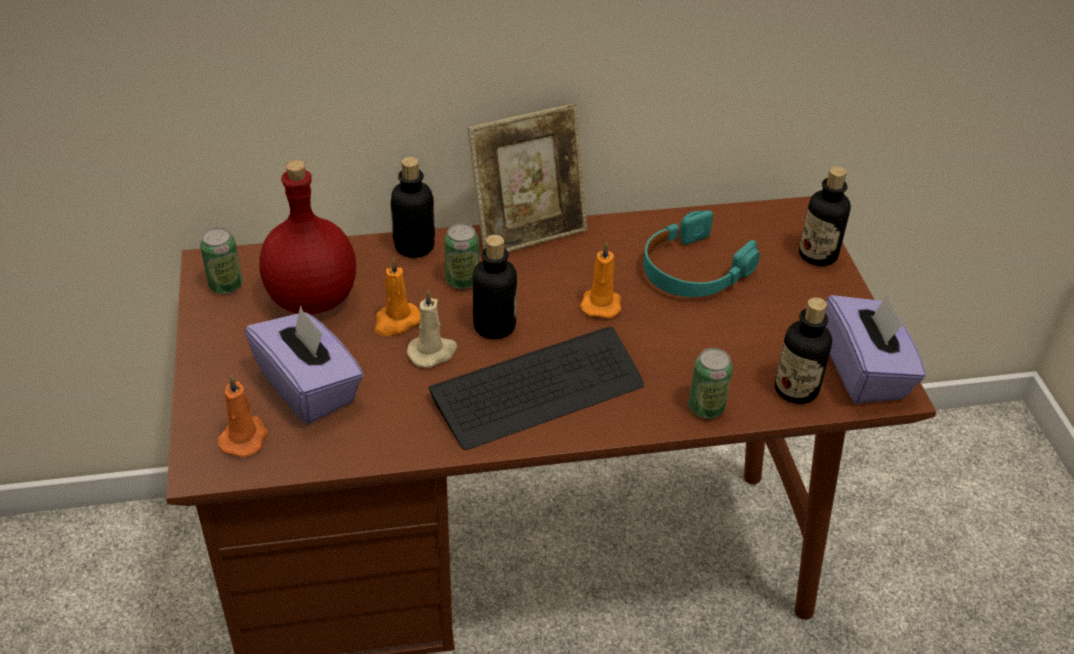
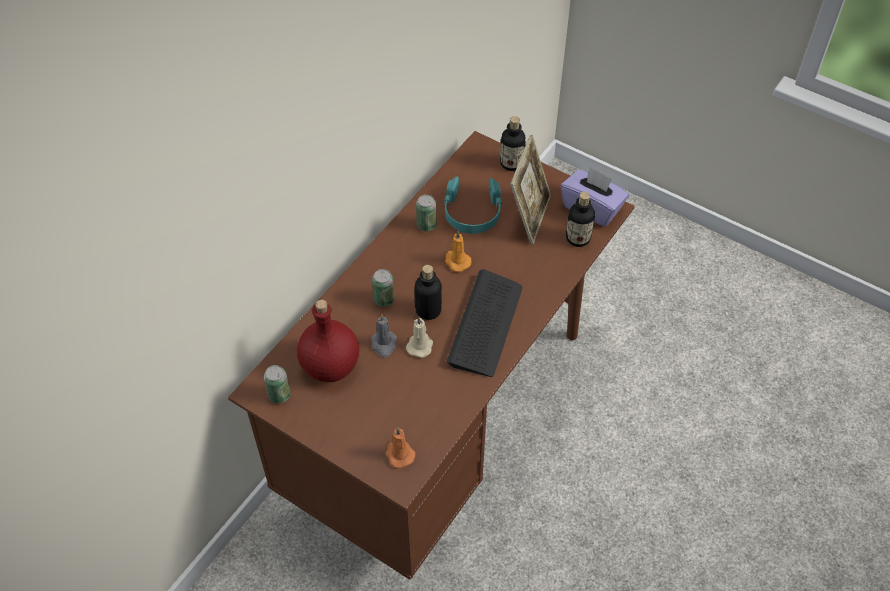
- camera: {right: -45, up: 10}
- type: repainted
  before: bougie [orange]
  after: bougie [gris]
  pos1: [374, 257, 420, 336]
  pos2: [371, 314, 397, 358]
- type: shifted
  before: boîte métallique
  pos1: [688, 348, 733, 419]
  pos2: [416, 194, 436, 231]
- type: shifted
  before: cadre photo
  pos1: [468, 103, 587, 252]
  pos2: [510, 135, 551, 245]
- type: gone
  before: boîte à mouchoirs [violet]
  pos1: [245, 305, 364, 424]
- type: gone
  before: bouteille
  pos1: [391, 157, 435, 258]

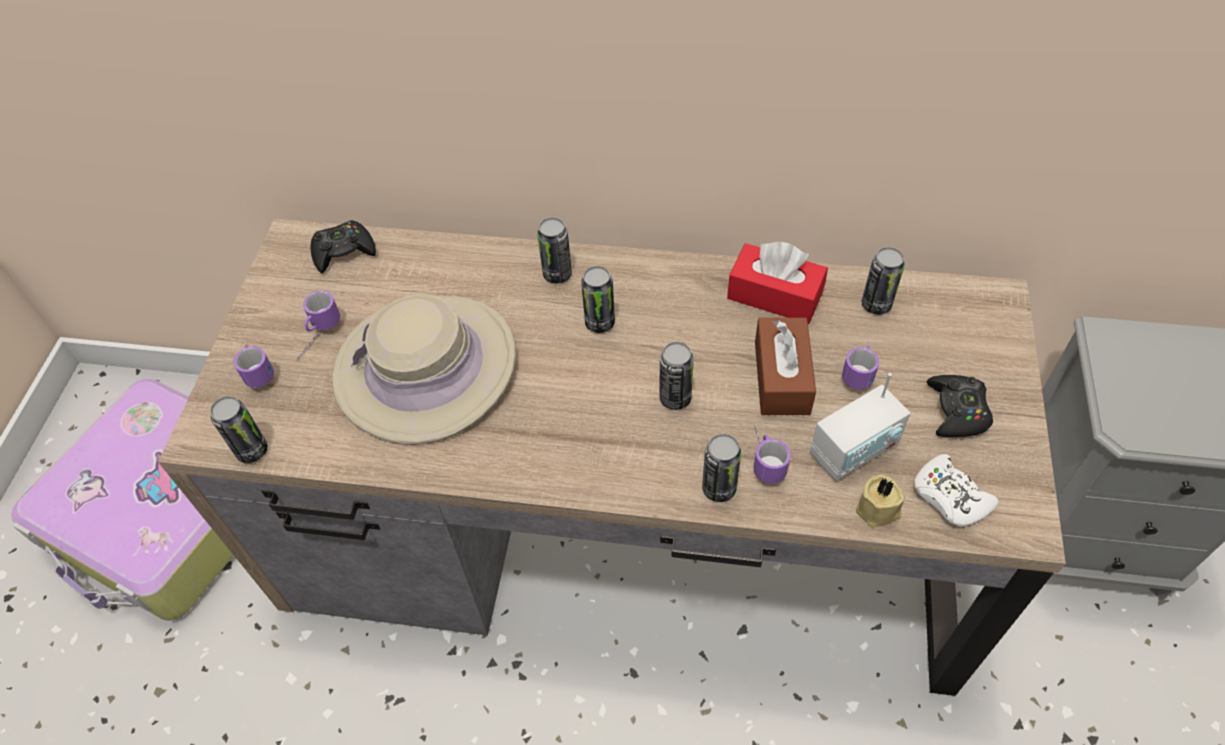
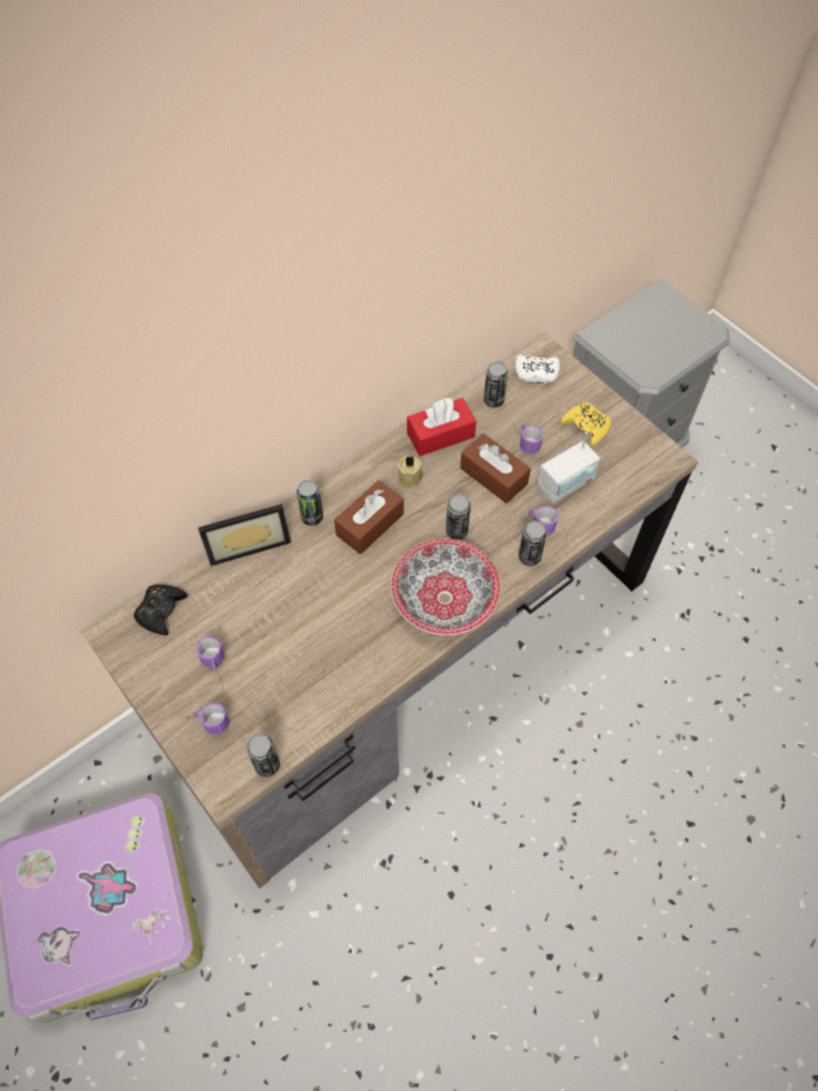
- camera: {right: -50, up: 5}
- type: new
  after: cadre photo
  pos2: [198, 504, 291, 566]
- type: swapped
  before: boîte métallique
  after: boîte à mouchoirs [marron]
  pos1: [581, 266, 615, 333]
  pos2: [334, 480, 404, 554]
- type: new
  after: bol
  pos2: [391, 538, 501, 635]
- type: shifted
  before: bougie [beige]
  pos1: [856, 475, 905, 528]
  pos2: [398, 456, 424, 488]
- type: shifted
  before: manette [blanc]
  pos1: [914, 454, 999, 527]
  pos2: [515, 355, 560, 383]
- type: rotated
  before: radio
  pos1: [810, 373, 911, 481]
  pos2: [537, 432, 600, 504]
  turn: 45
- type: repainted
  before: manette [noir]
  after: manette [jaune]
  pos1: [927, 375, 993, 437]
  pos2: [560, 402, 611, 446]
- type: gone
  before: chapeau [beige]
  pos1: [332, 294, 516, 445]

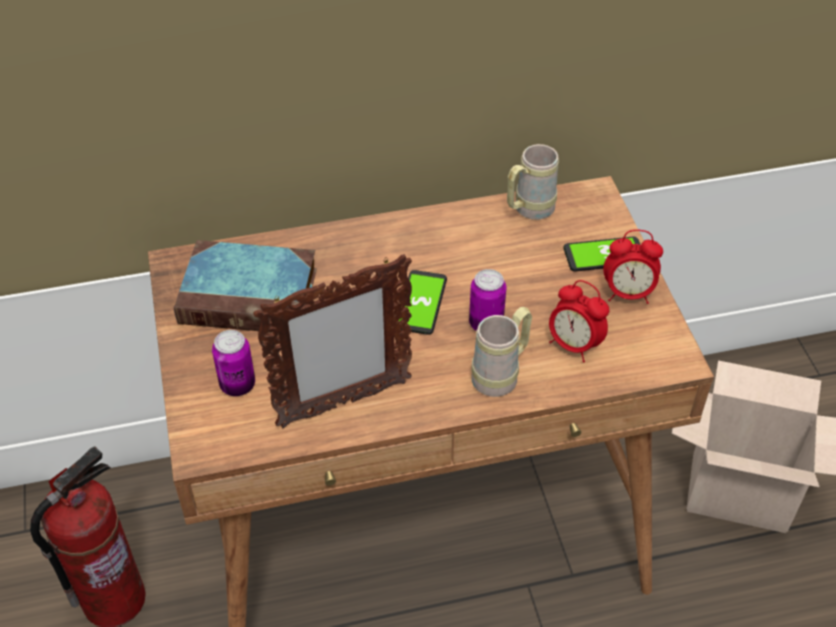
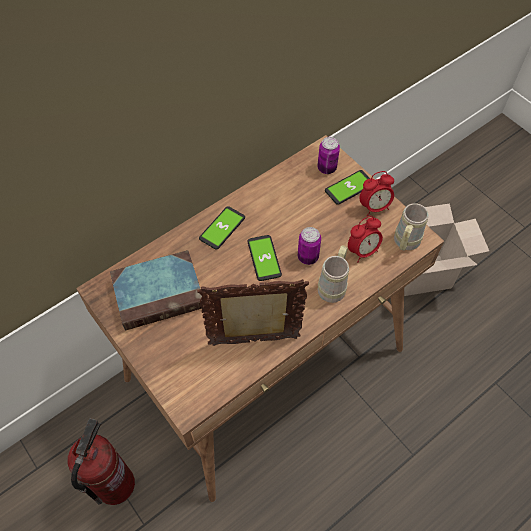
- camera: {right: -25, up: 10}
- type: rotated
  before: cadre photo
  pos1: [253, 254, 412, 428]
  pos2: [197, 279, 309, 346]
  turn: -135
- type: new
  after: téléphone
  pos2: [199, 206, 245, 250]
- type: shifted
  before: boîte métallique
  pos1: [212, 330, 255, 396]
  pos2: [317, 137, 340, 174]
- type: rotated
  before: réveil
  pos1: [549, 280, 609, 362]
  pos2: [348, 216, 383, 262]
  turn: -45
- type: shifted
  before: mug [beige]
  pos1: [507, 144, 559, 220]
  pos2: [394, 203, 429, 251]

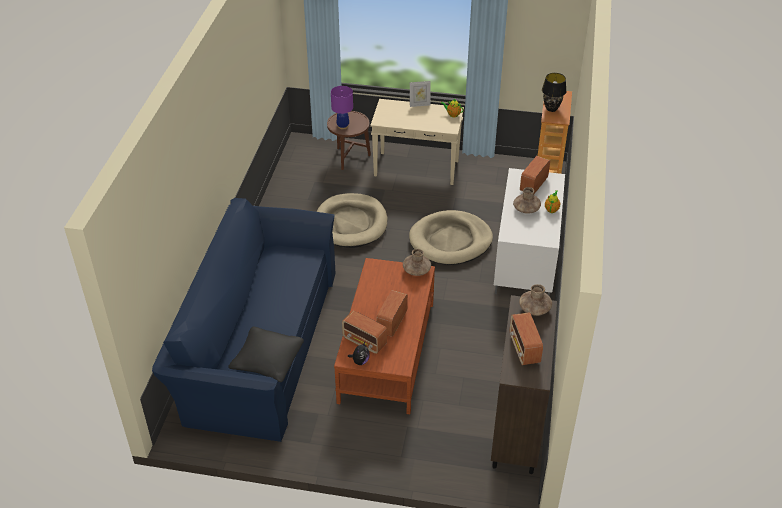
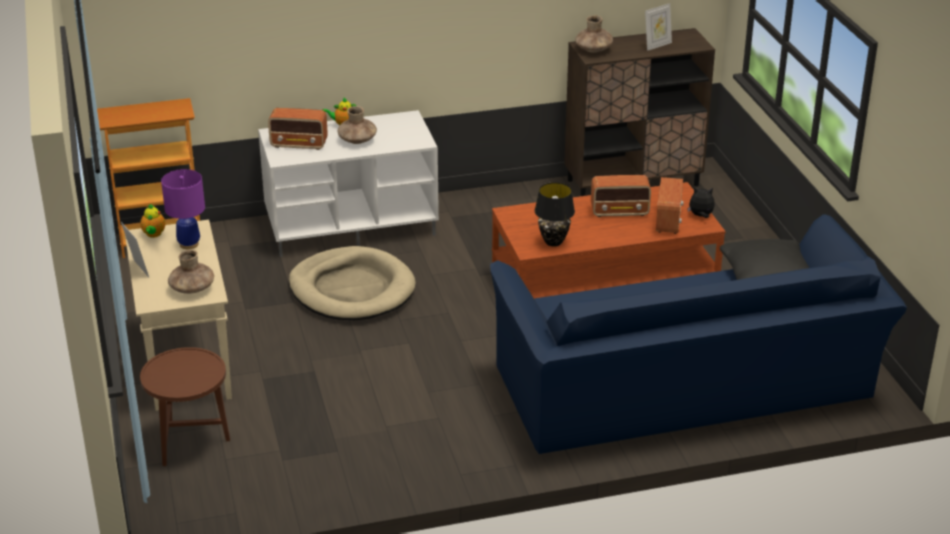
- camera: {right: -115, up: -10}
- type: shifted
  before: lampe de table [violet]
  pos1: [331, 86, 353, 129]
  pos2: [161, 169, 205, 249]
- type: shifted
  before: vase [marron]
  pos1: [403, 249, 431, 276]
  pos2: [168, 250, 214, 294]
- type: shifted
  before: lampe de table [noir]
  pos1: [542, 73, 567, 112]
  pos2: [535, 182, 575, 247]
- type: swapped
  before: radio
  after: cadre photo
  pos1: [510, 312, 543, 365]
  pos2: [645, 3, 672, 51]
- type: gone
  before: panier pour chien [beige]
  pos1: [316, 193, 388, 248]

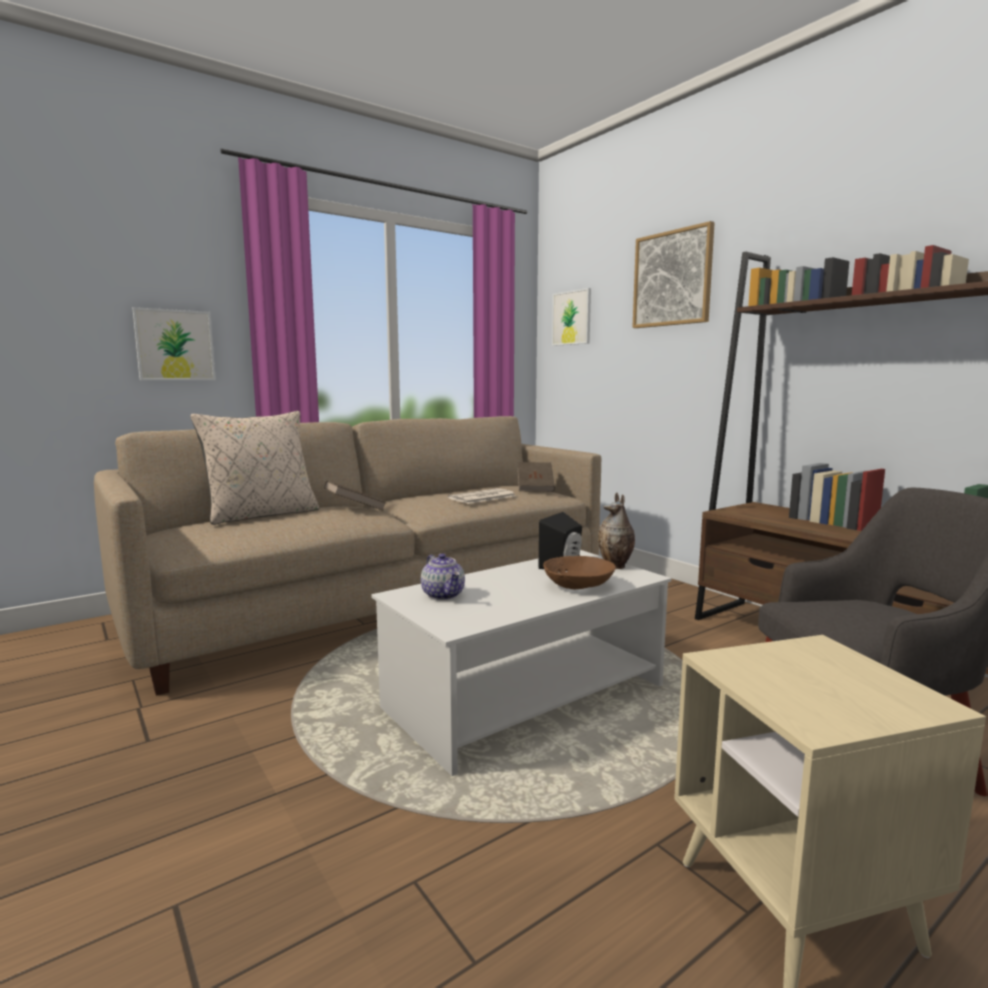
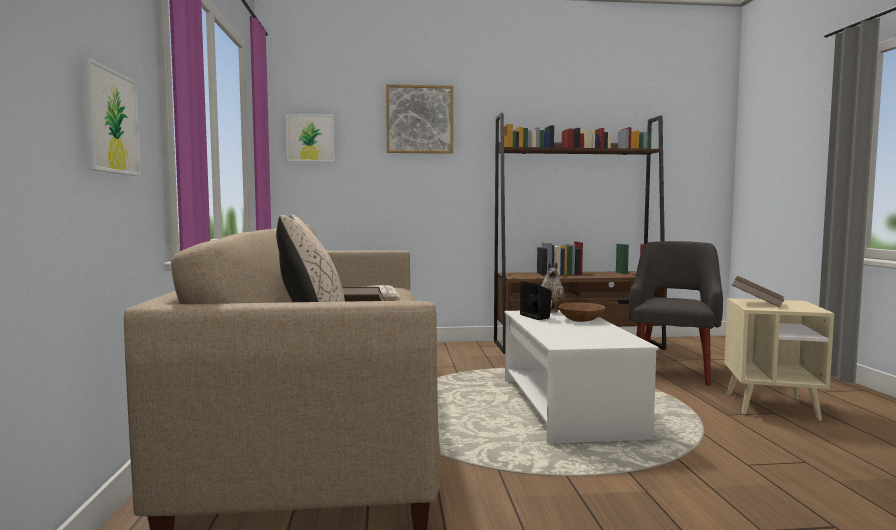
- camera: {right: -60, up: -5}
- type: shifted
  before: livre [marron]
  pos1: [518, 462, 555, 492]
  pos2: [732, 276, 784, 308]
- type: gone
  before: théière
  pos1: [421, 553, 465, 600]

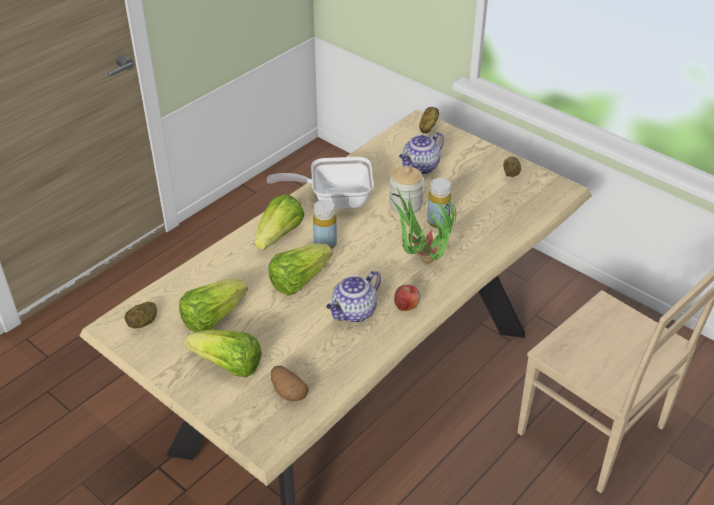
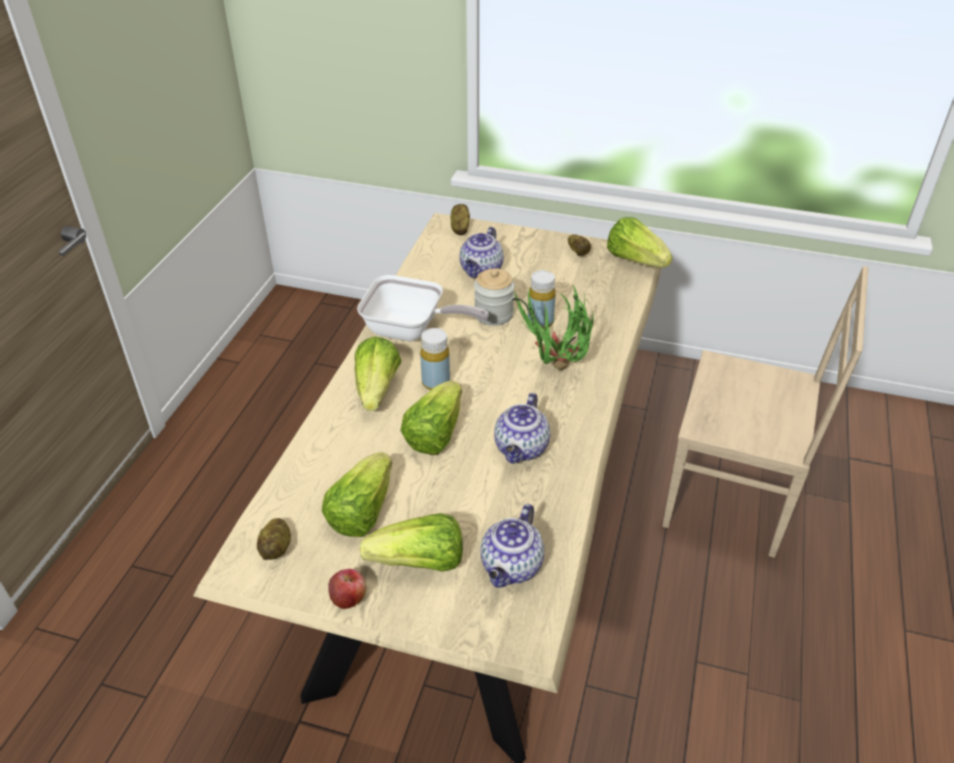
- camera: {right: -25, up: 0}
- type: shifted
  before: pomme
  pos1: [394, 285, 420, 311]
  pos2: [328, 569, 366, 609]
- type: rotated
  before: poêle
  pos1: [267, 157, 374, 209]
  pos2: [357, 275, 489, 342]
  turn: -135
- type: swapped
  before: pomme de terre
  after: théière
  pos1: [271, 366, 309, 401]
  pos2: [480, 504, 545, 588]
- type: new
  after: laitue
  pos2: [607, 217, 673, 268]

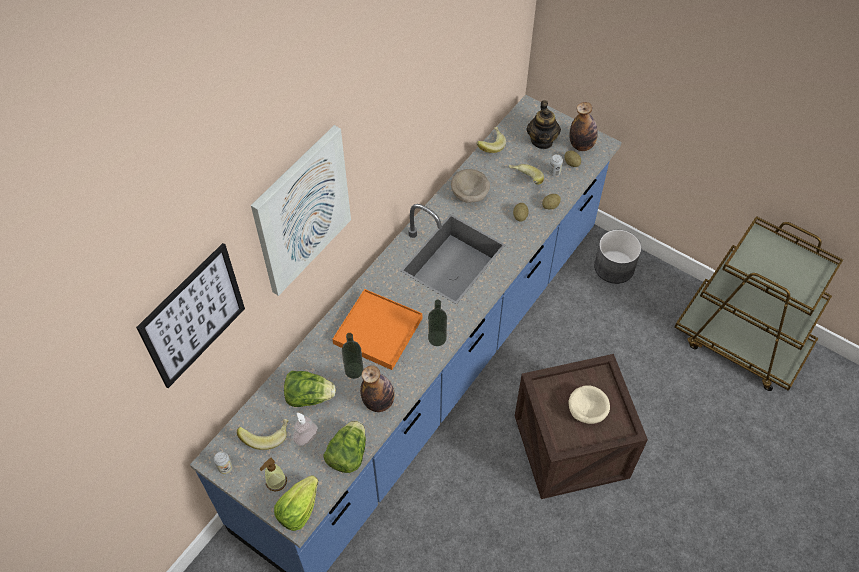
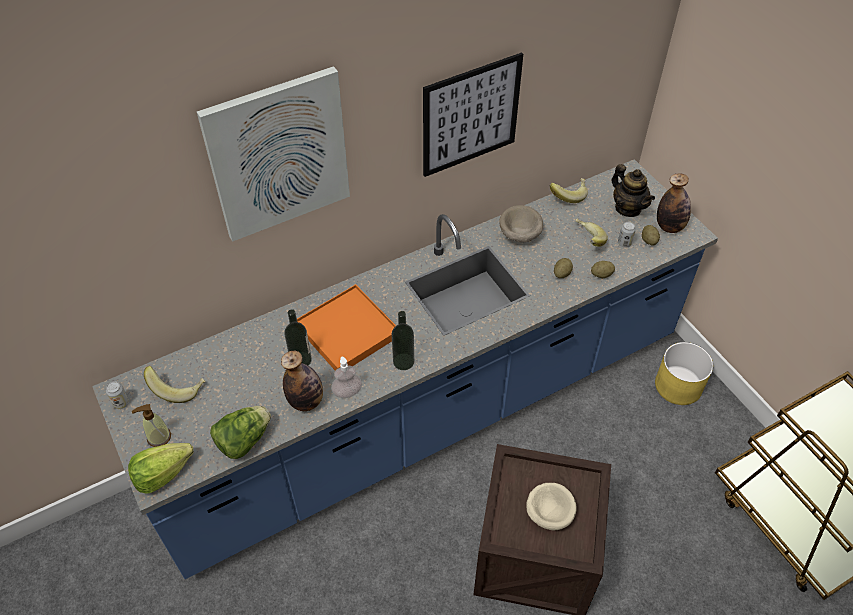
- camera: {right: 25, up: -5}
- type: shifted
  before: distributeur de savon
  pos1: [293, 413, 318, 446]
  pos2: [331, 356, 362, 398]
- type: shifted
  before: tableau
  pos1: [136, 243, 245, 388]
  pos2: [423, 52, 523, 177]
- type: rotated
  before: théière
  pos1: [526, 101, 561, 149]
  pos2: [612, 164, 655, 217]
  turn: -60
- type: repainted
  before: cache-pot [gris]
  after: cache-pot [jaune]
  pos1: [594, 230, 641, 284]
  pos2: [655, 342, 713, 405]
- type: gone
  before: laitue
  pos1: [284, 371, 336, 407]

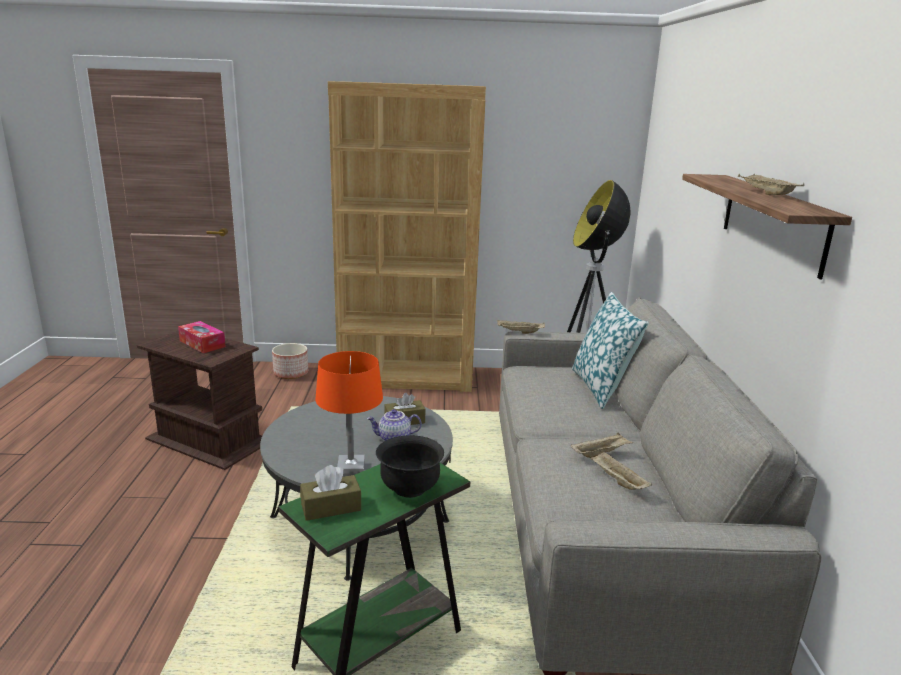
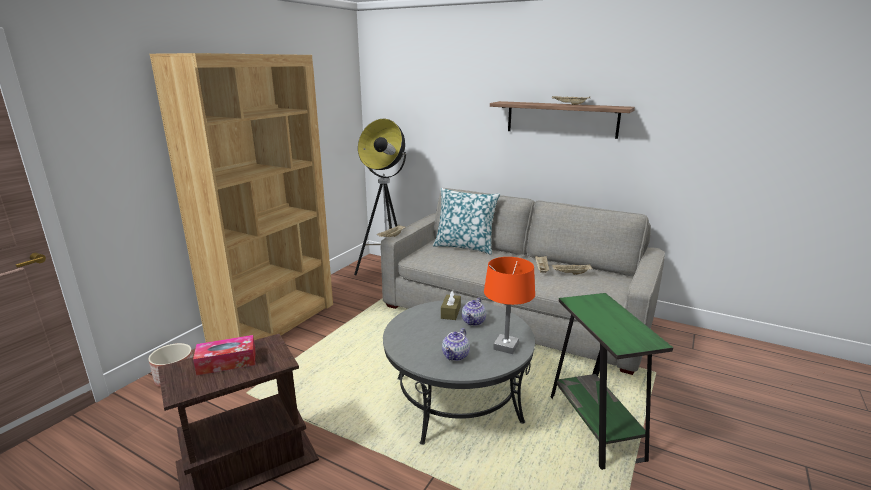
- camera: {right: -60, up: 0}
- type: new
  after: théière
  pos2: [442, 328, 470, 361]
- type: gone
  before: boîte à mouchoirs [marron]
  pos1: [300, 465, 361, 521]
- type: gone
  before: bol [noir]
  pos1: [376, 435, 444, 498]

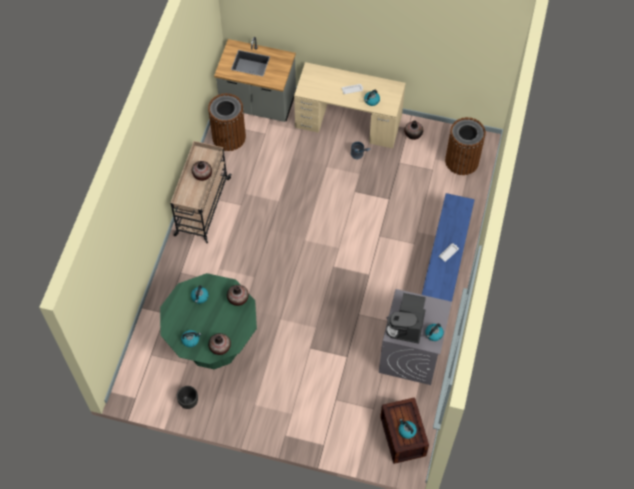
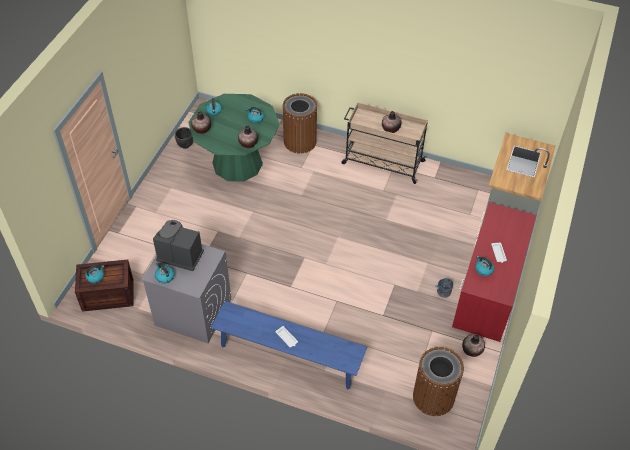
- camera: {right: 95, up: -10}
- type: shifted
  before: poubelle [marron]
  pos1: [208, 93, 246, 151]
  pos2: [283, 93, 317, 154]
- type: repainted
  before: bureau [beige]
  after: bureau [rouge]
  pos1: [294, 62, 406, 148]
  pos2: [452, 202, 536, 342]

